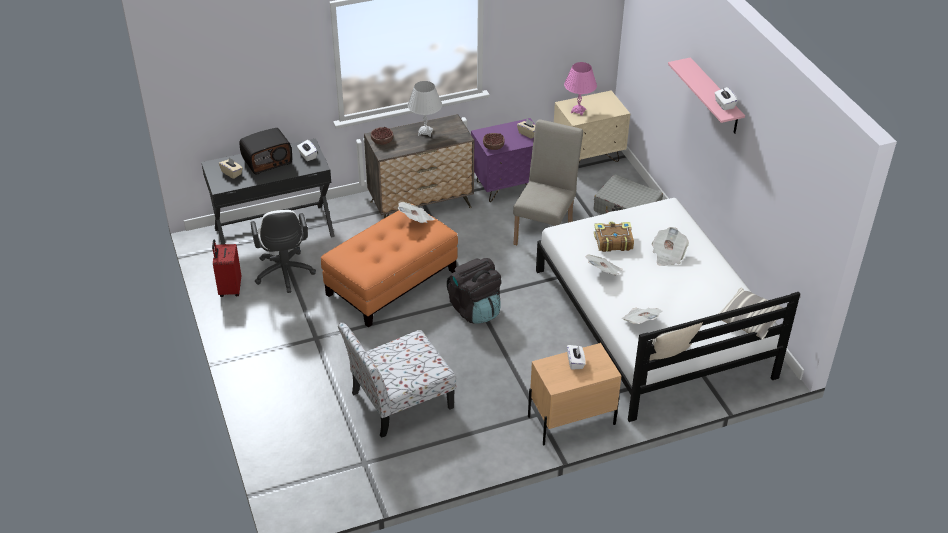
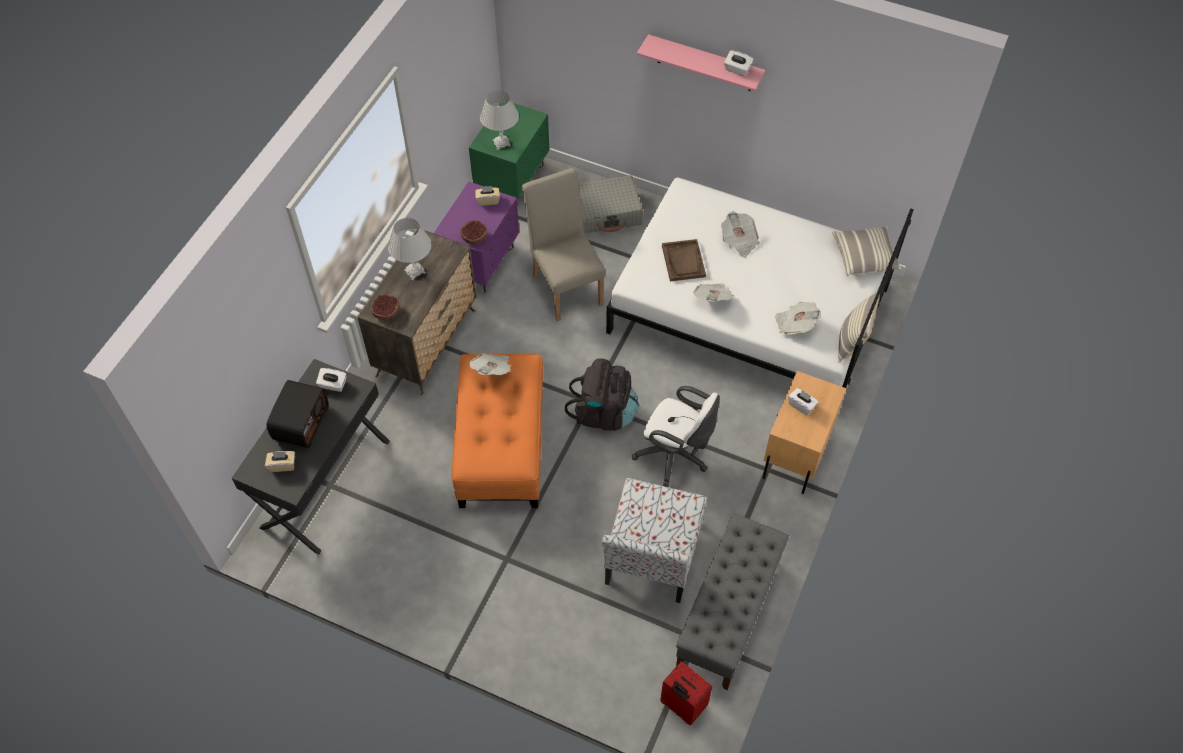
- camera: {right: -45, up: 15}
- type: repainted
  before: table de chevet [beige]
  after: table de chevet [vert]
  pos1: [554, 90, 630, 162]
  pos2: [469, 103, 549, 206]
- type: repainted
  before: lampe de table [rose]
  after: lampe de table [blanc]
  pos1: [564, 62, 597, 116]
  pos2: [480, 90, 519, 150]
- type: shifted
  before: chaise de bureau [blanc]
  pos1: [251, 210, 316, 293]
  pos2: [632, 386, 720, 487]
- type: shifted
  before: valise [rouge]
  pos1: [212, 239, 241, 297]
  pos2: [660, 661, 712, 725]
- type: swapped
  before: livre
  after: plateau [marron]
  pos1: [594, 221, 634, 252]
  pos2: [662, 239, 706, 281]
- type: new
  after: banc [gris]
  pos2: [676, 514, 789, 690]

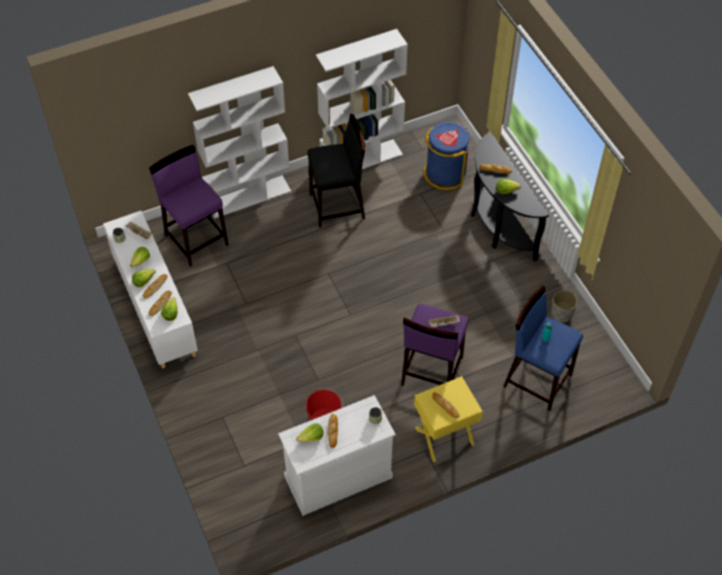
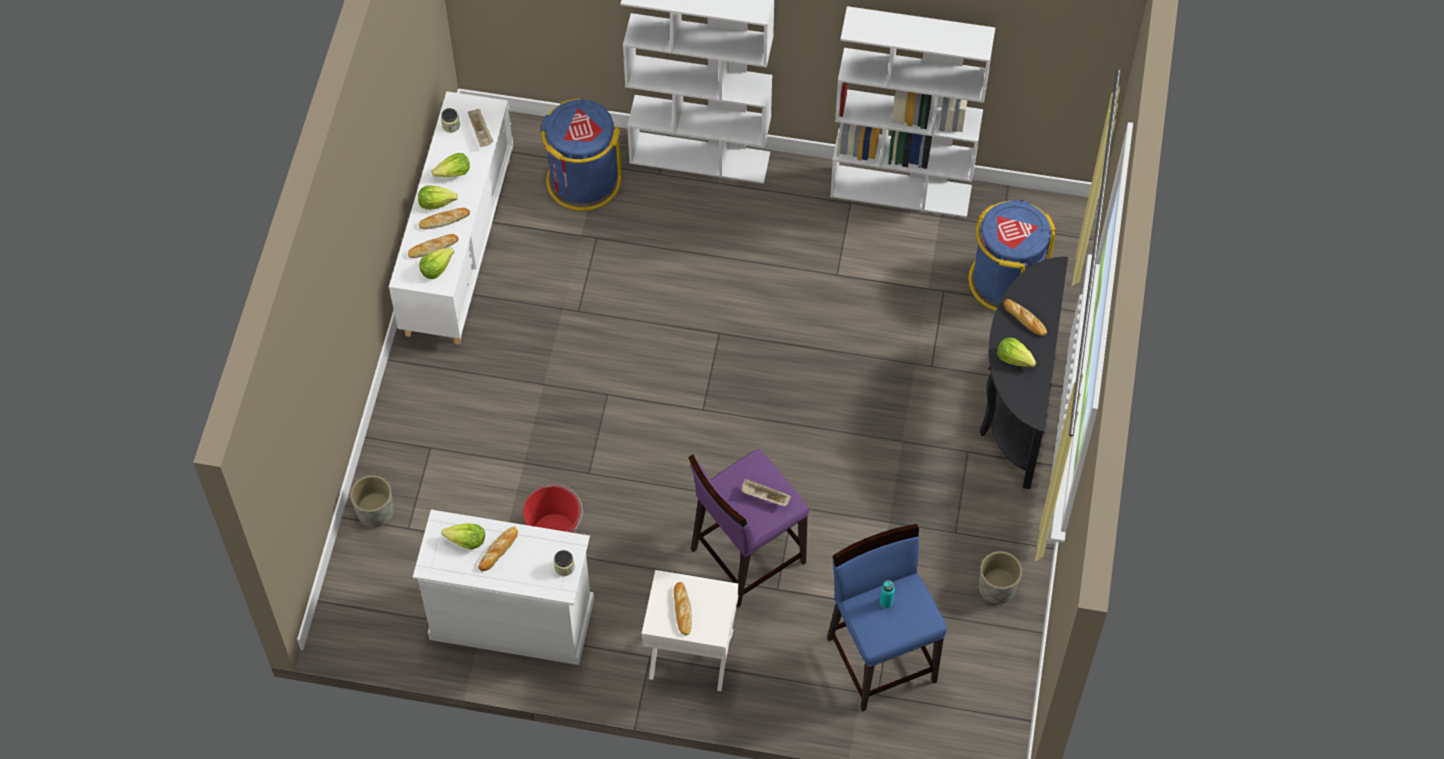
- camera: {right: 35, up: 5}
- type: new
  after: cache-pot [gris]
  pos2: [350, 475, 393, 528]
- type: swapped
  before: tabouret [violet]
  after: poubelle [bleu]
  pos1: [149, 145, 229, 267]
  pos2: [540, 98, 622, 211]
- type: repainted
  before: table de chevet [jaune]
  after: table de chevet [blanc]
  pos1: [414, 376, 483, 462]
  pos2: [642, 570, 739, 691]
- type: gone
  before: tabouret [noir]
  pos1: [307, 114, 365, 228]

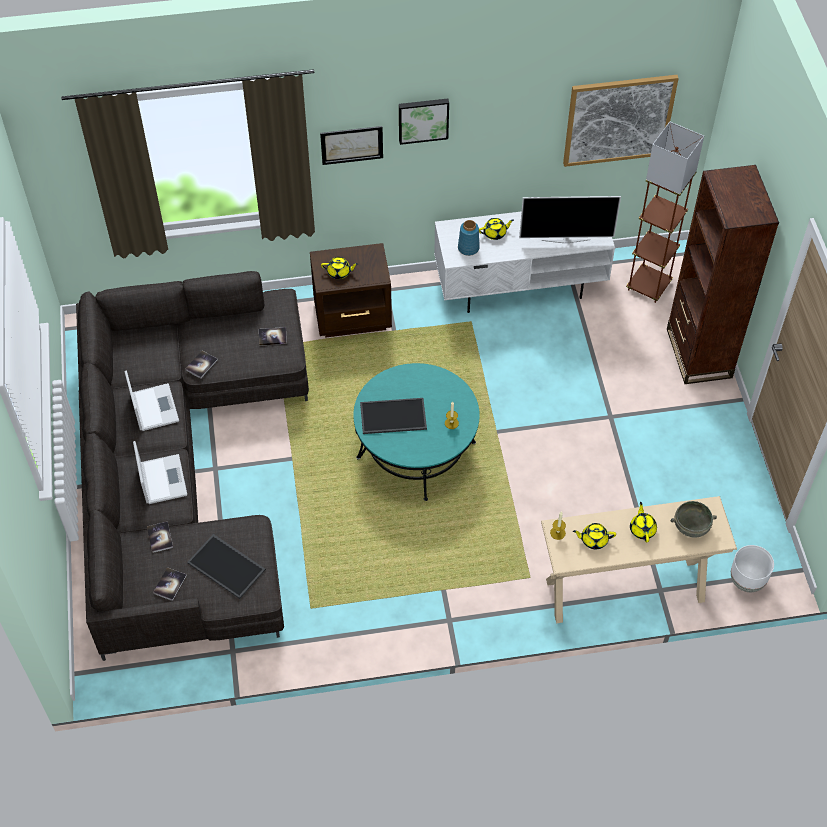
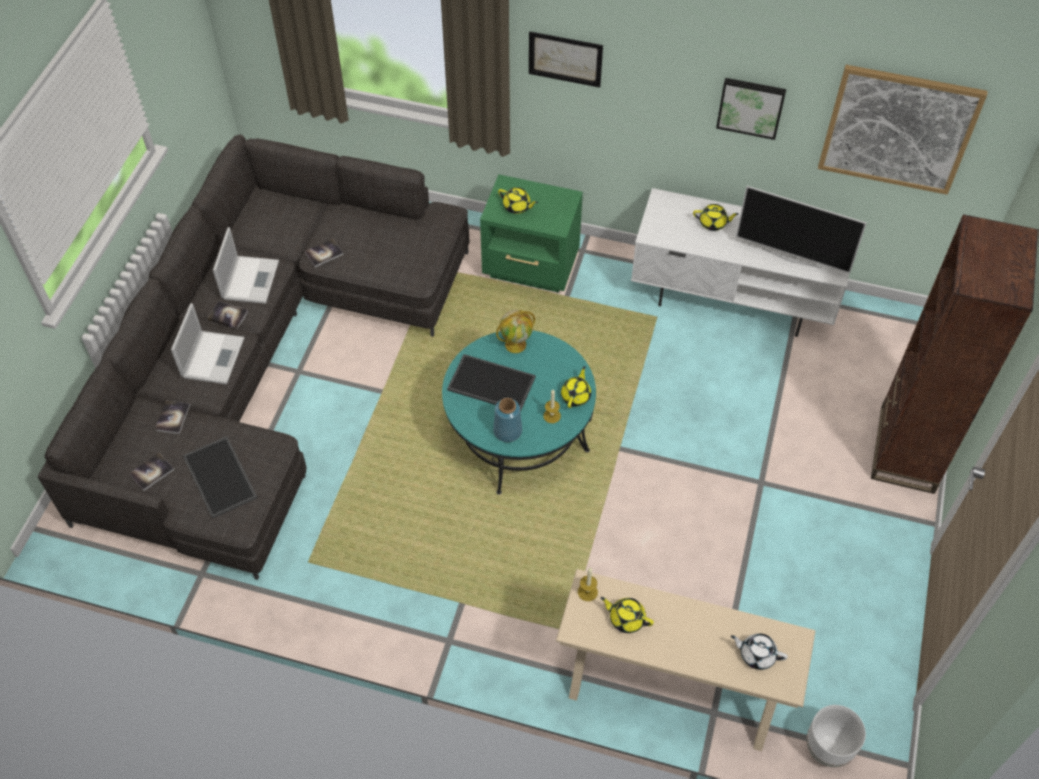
- camera: {right: 25, up: 0}
- type: shifted
  before: livre
  pos1: [259, 327, 287, 346]
  pos2: [207, 301, 248, 329]
- type: repainted
  before: table de chevet [marron]
  after: table de chevet [vert]
  pos1: [310, 243, 392, 338]
  pos2: [480, 174, 583, 293]
- type: shifted
  before: vase [bleu]
  pos1: [458, 220, 479, 256]
  pos2: [493, 398, 522, 442]
- type: new
  after: globe
  pos2: [496, 310, 535, 353]
- type: shifted
  before: théière [jaune]
  pos1: [630, 502, 657, 542]
  pos2: [561, 366, 591, 408]
- type: shifted
  before: tableau
  pos1: [399, 99, 449, 145]
  pos2: [716, 78, 786, 140]
- type: swapped
  before: bol [gris]
  after: théière [blanc]
  pos1: [671, 501, 717, 538]
  pos2: [731, 633, 788, 670]
- type: gone
  before: lampadaire [marron]
  pos1: [626, 122, 704, 303]

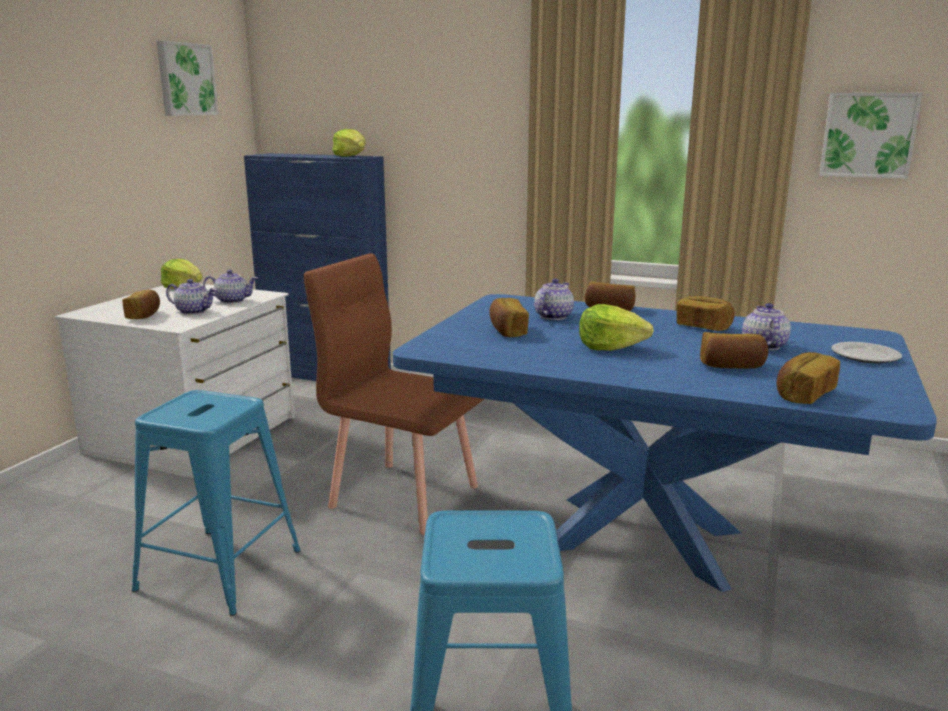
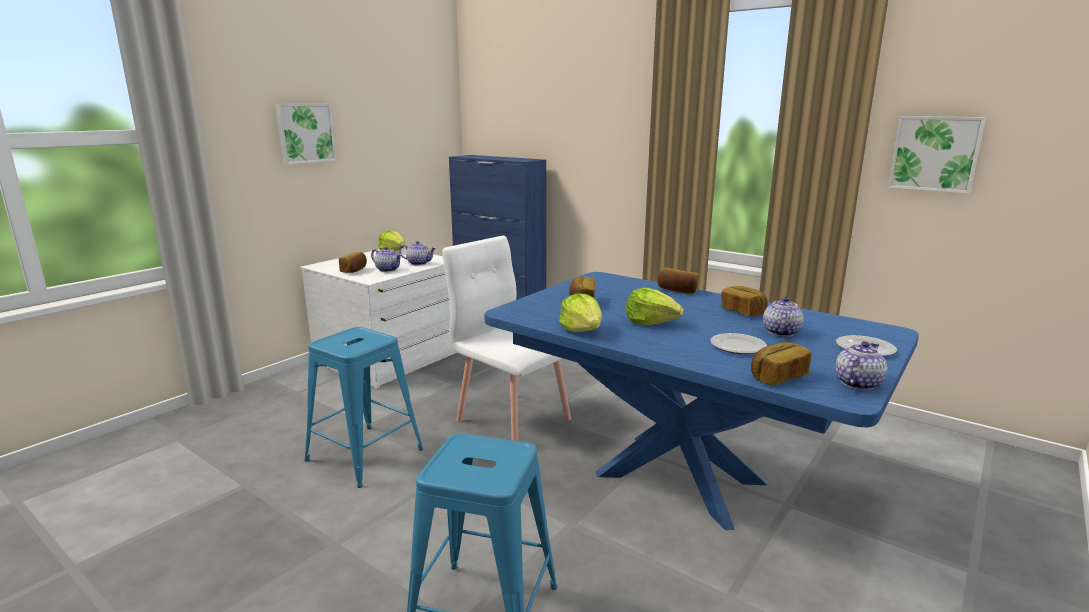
- camera: {right: 15, up: 0}
- type: shifted
  before: tableau
  pos1: [157, 41, 219, 116]
  pos2: [275, 104, 336, 165]
- type: repainted
  before: chaise [marron]
  after: chaise [blanc]
  pos1: [304, 253, 484, 535]
  pos2: [442, 236, 571, 441]
- type: shifted
  before: laitue
  pos1: [332, 129, 366, 157]
  pos2: [559, 294, 602, 332]
- type: swapped
  before: pain
  after: assiette
  pos1: [700, 332, 768, 369]
  pos2: [710, 333, 767, 354]
- type: shifted
  before: théière
  pos1: [534, 279, 574, 320]
  pos2: [835, 341, 887, 390]

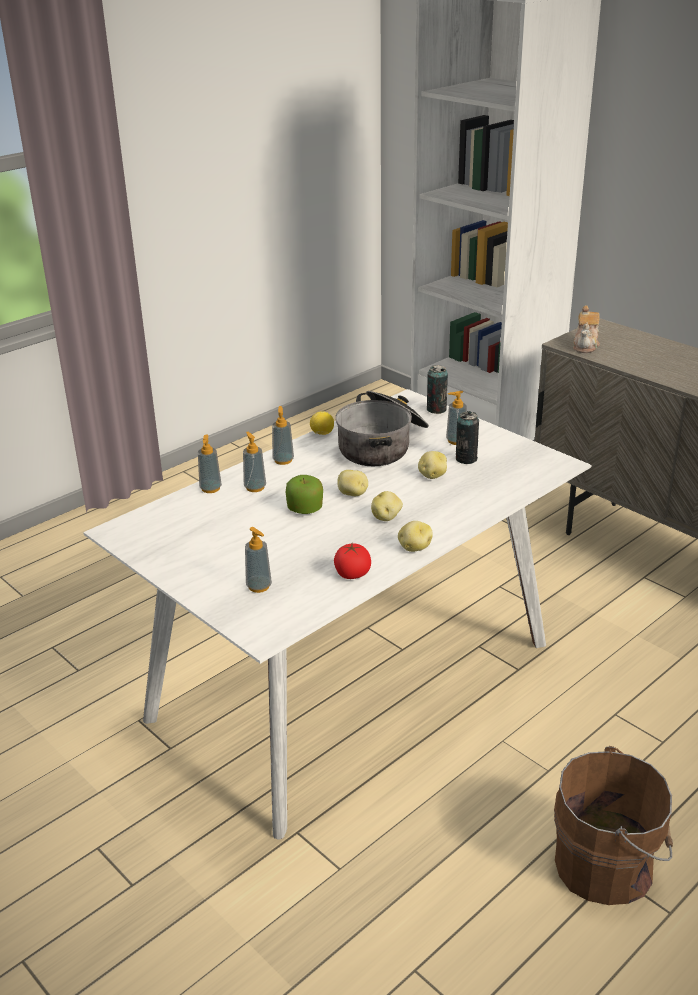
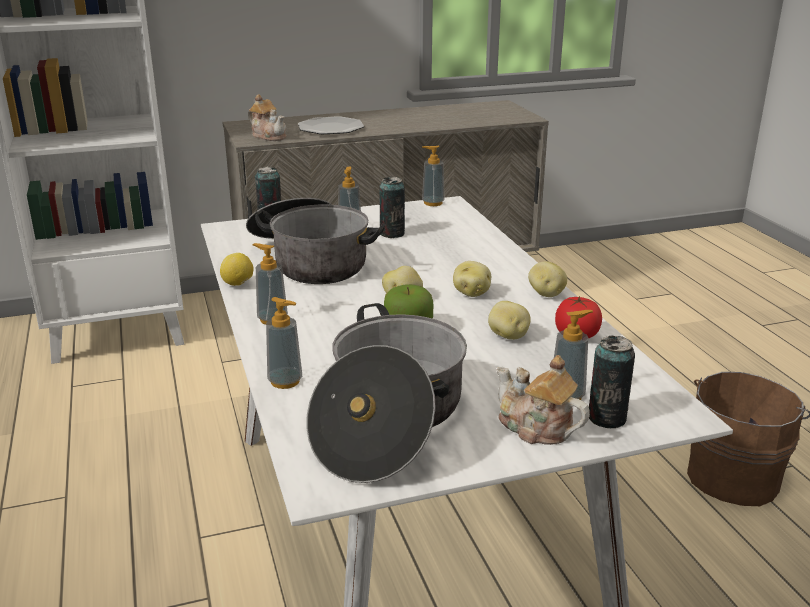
- camera: {right: -65, up: -5}
- type: new
  after: assiette
  pos2: [298, 116, 364, 134]
- type: new
  after: marmite
  pos2: [306, 303, 467, 483]
- type: shifted
  before: distributeur de savon
  pos1: [243, 432, 266, 492]
  pos2: [422, 146, 445, 206]
- type: shifted
  before: pomme de terre
  pos1: [418, 451, 447, 479]
  pos2: [488, 301, 531, 340]
- type: new
  after: théière
  pos2: [496, 355, 590, 445]
- type: new
  after: boîte métallique
  pos2: [589, 336, 635, 428]

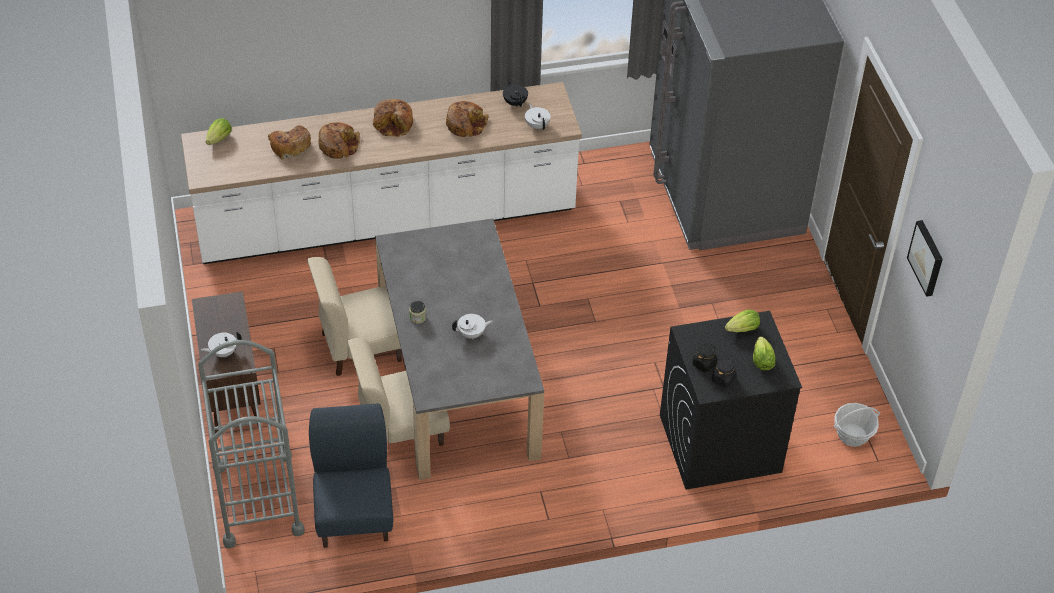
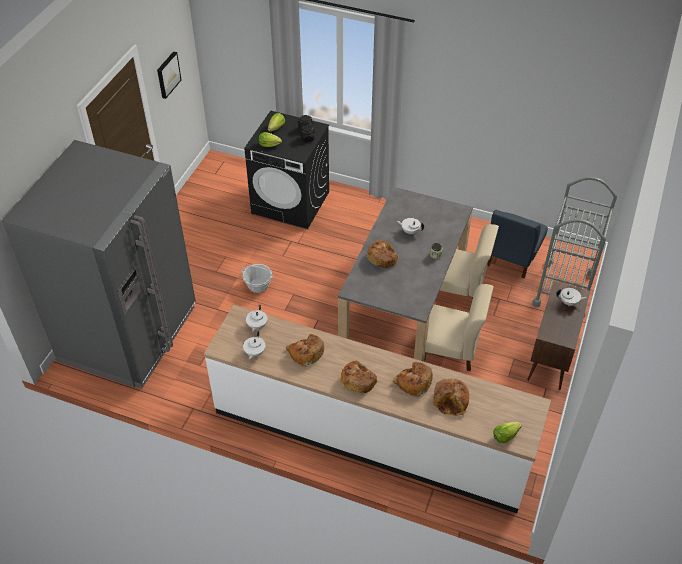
- camera: {right: -145, up: 0}
- type: shifted
  before: panier
  pos1: [834, 403, 880, 447]
  pos2: [241, 264, 274, 293]
- type: repainted
  before: théière [noir]
  after: théière [blanc]
  pos1: [503, 80, 528, 107]
  pos2: [243, 331, 265, 359]
- type: new
  after: pain
  pos2: [367, 241, 398, 268]

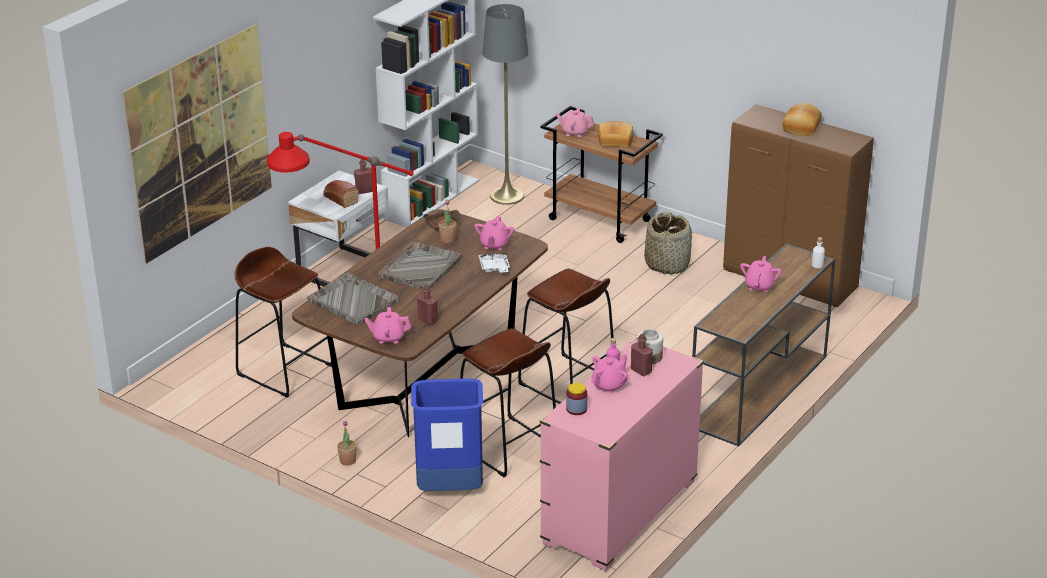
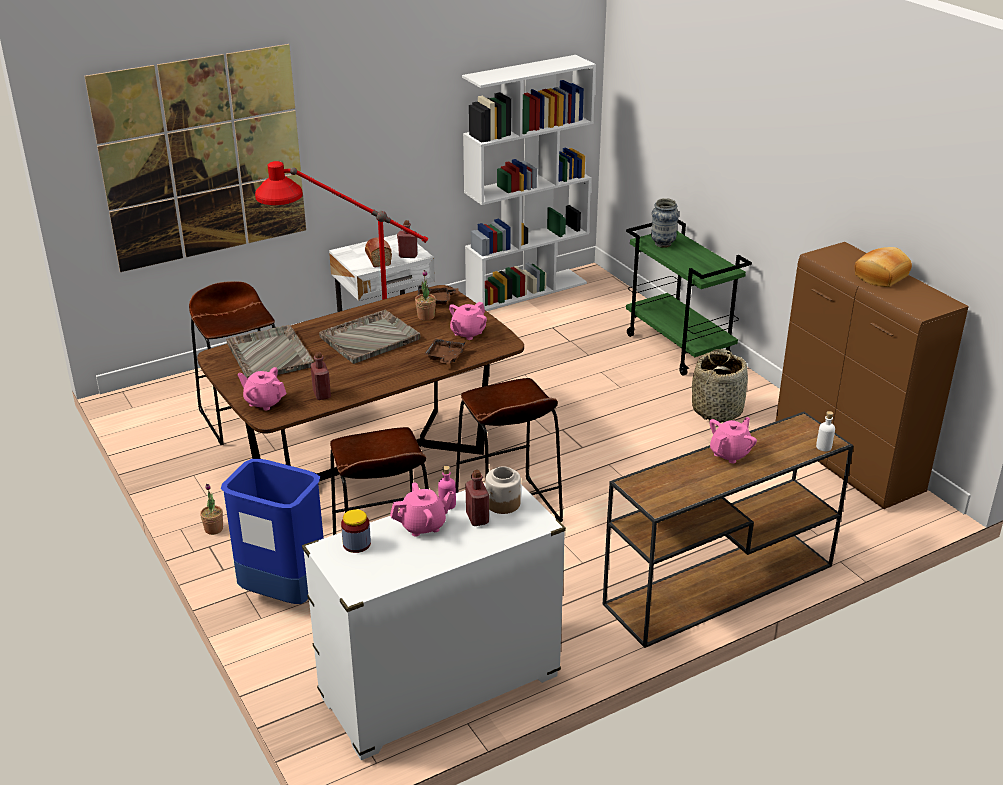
- camera: {right: 25, up: 0}
- type: repainted
  before: commode [rose]
  after: commode [blanc]
  pos1: [540, 336, 704, 571]
  pos2: [302, 483, 566, 761]
- type: repainted
  before: plateau [blanc]
  after: plateau [marron]
  pos1: [478, 251, 510, 273]
  pos2: [424, 339, 465, 364]
- type: repainted
  before: chariot [marron]
  after: chariot [vert]
  pos1: [540, 106, 663, 243]
  pos2: [626, 219, 752, 376]
- type: swapped
  before: théière [rose]
  after: vase
  pos1: [556, 108, 594, 137]
  pos2: [651, 198, 679, 248]
- type: gone
  before: lampadaire [gris]
  pos1: [483, 4, 528, 205]
- type: gone
  before: pain
  pos1: [598, 121, 633, 147]

